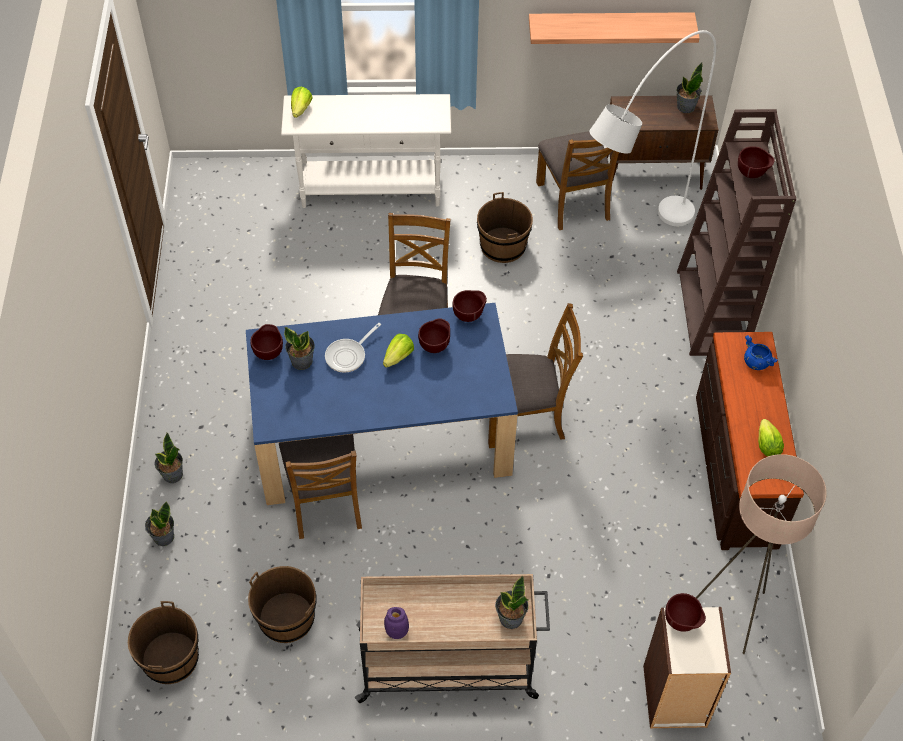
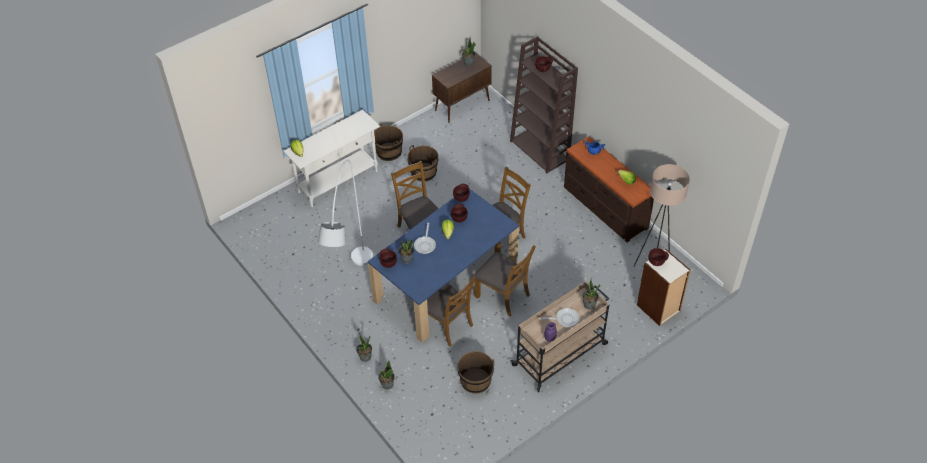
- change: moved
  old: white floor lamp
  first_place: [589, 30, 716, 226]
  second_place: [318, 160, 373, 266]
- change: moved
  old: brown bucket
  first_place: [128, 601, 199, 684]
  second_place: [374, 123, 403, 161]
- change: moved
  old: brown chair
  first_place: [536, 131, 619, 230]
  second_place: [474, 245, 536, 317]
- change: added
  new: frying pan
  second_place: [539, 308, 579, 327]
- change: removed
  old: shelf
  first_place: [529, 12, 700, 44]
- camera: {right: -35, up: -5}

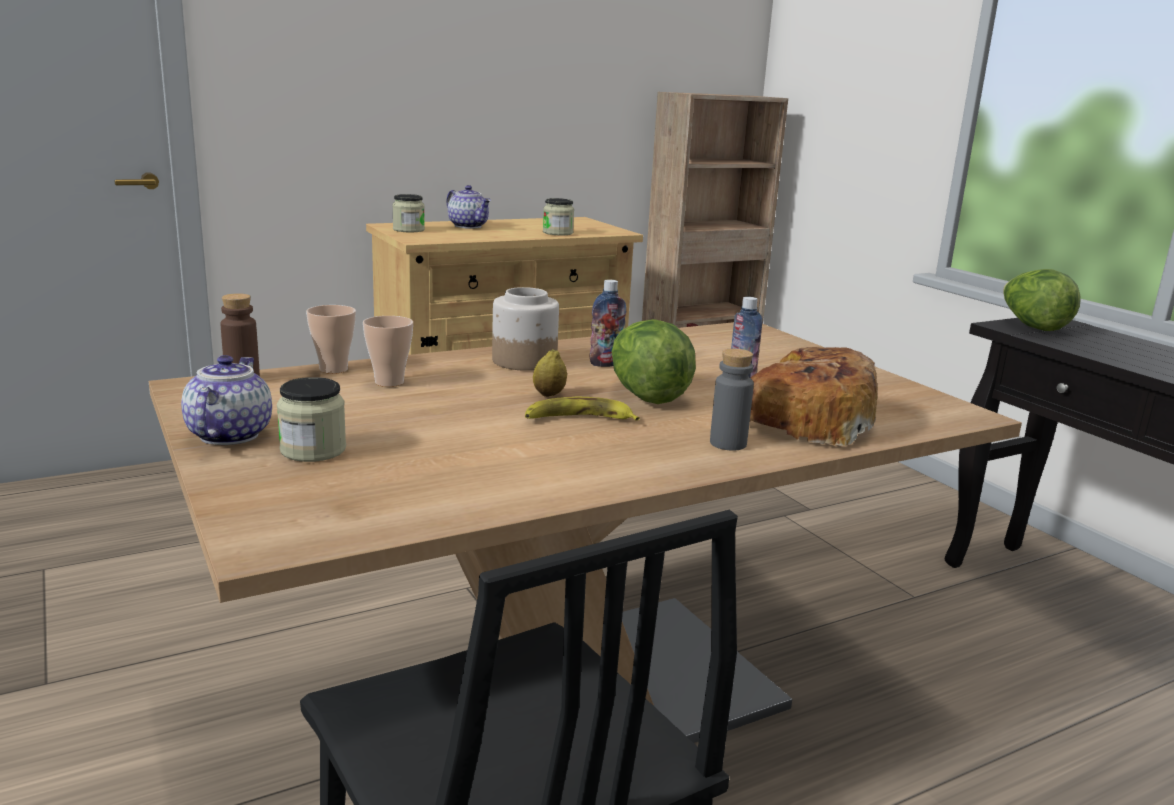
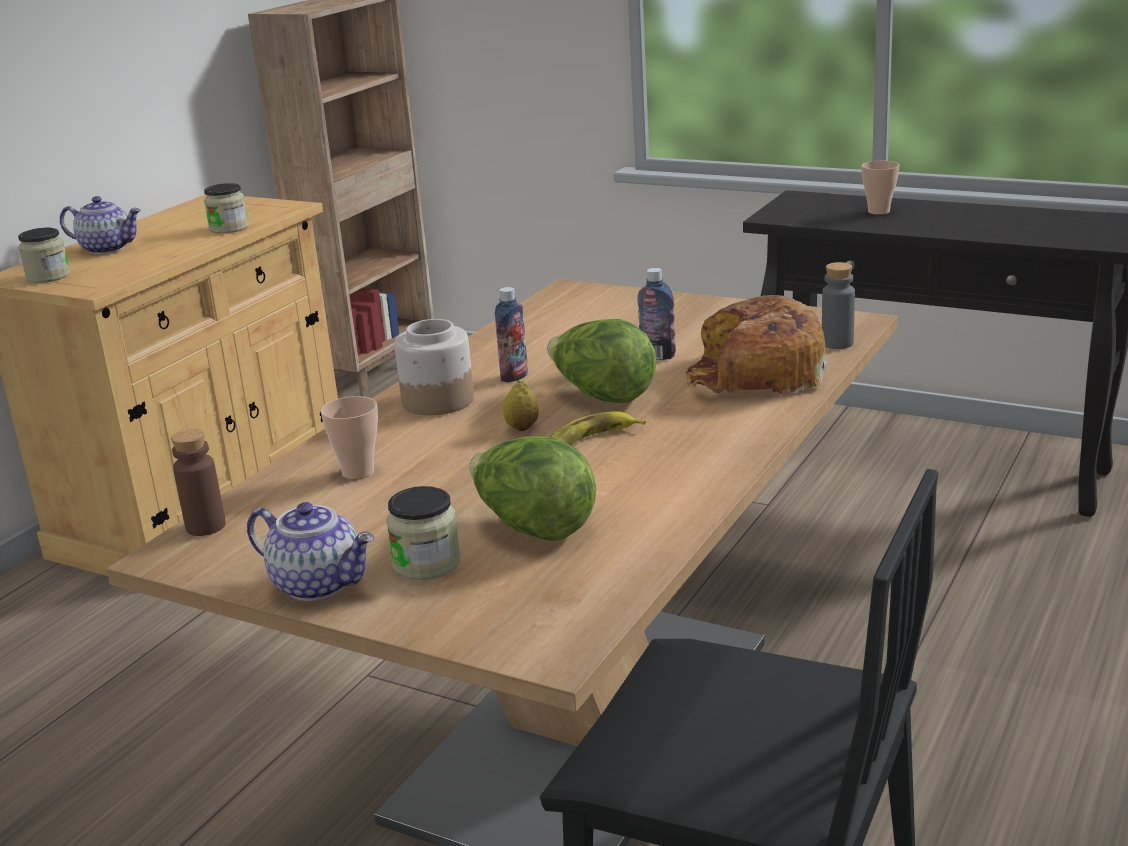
- change: turned
  old: teapot
  first_place: [181, 355, 272, 445]
  second_place: [247, 502, 374, 601]
  degrees: 150
- change: moved
  old: lettuce
  first_place: [1003, 269, 1081, 331]
  second_place: [470, 436, 596, 541]
- change: moved
  old: grey bottle
  first_place: [710, 348, 754, 451]
  second_place: [822, 262, 855, 349]
- change: moved
  old: cup
  first_place: [306, 305, 356, 374]
  second_place: [861, 161, 899, 215]
- camera: {right: -30, up: 5}

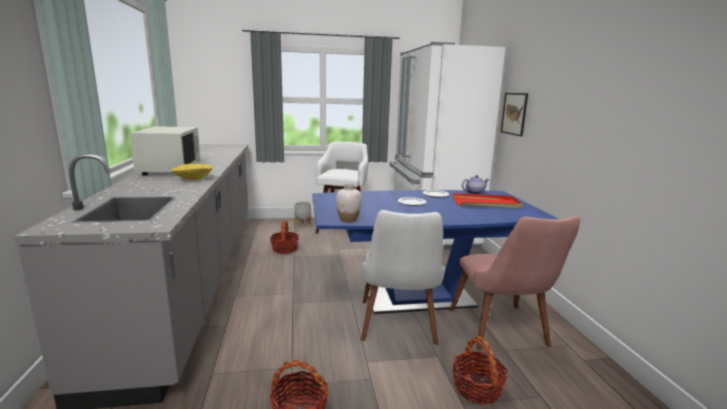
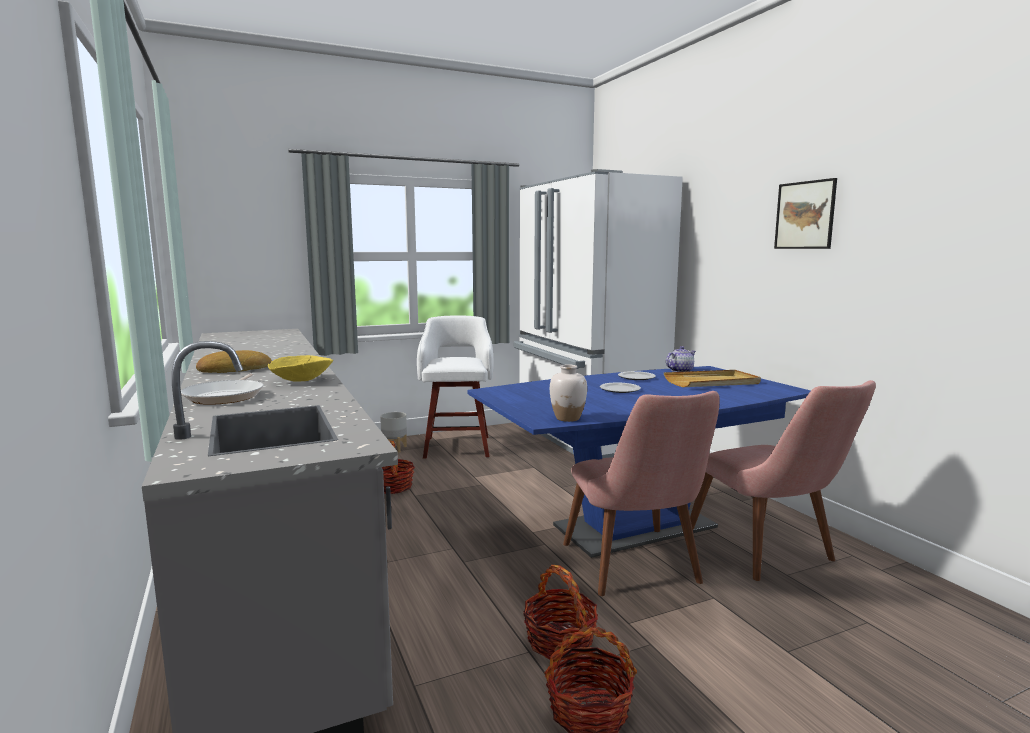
- change: added
  new: frying pan
  second_place: [181, 373, 264, 405]
- change: replaced
  old: white microwave
  new: bread
  first_place: [130, 127, 200, 175]
  second_place: [196, 350, 272, 373]
- change: moved
  old: basket
  first_place: [452, 336, 507, 405]
  second_place: [523, 565, 598, 659]
- change: recoloured
  old: white chair
  new: pink chair
  first_place: [361, 210, 445, 345]
  second_place: [563, 391, 720, 596]
- change: recoloured
  old: red tray
  new: beige tray
  first_place: [453, 193, 523, 209]
  second_place: [664, 370, 761, 387]
- change: moved
  old: picture
  first_place: [501, 93, 528, 136]
  second_place: [774, 178, 837, 249]
- camera: {right: -15, up: -5}

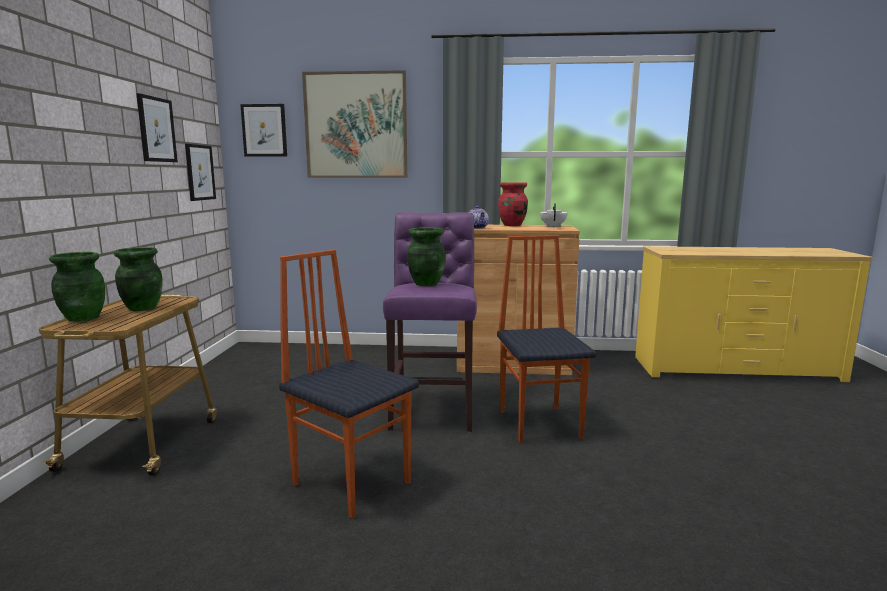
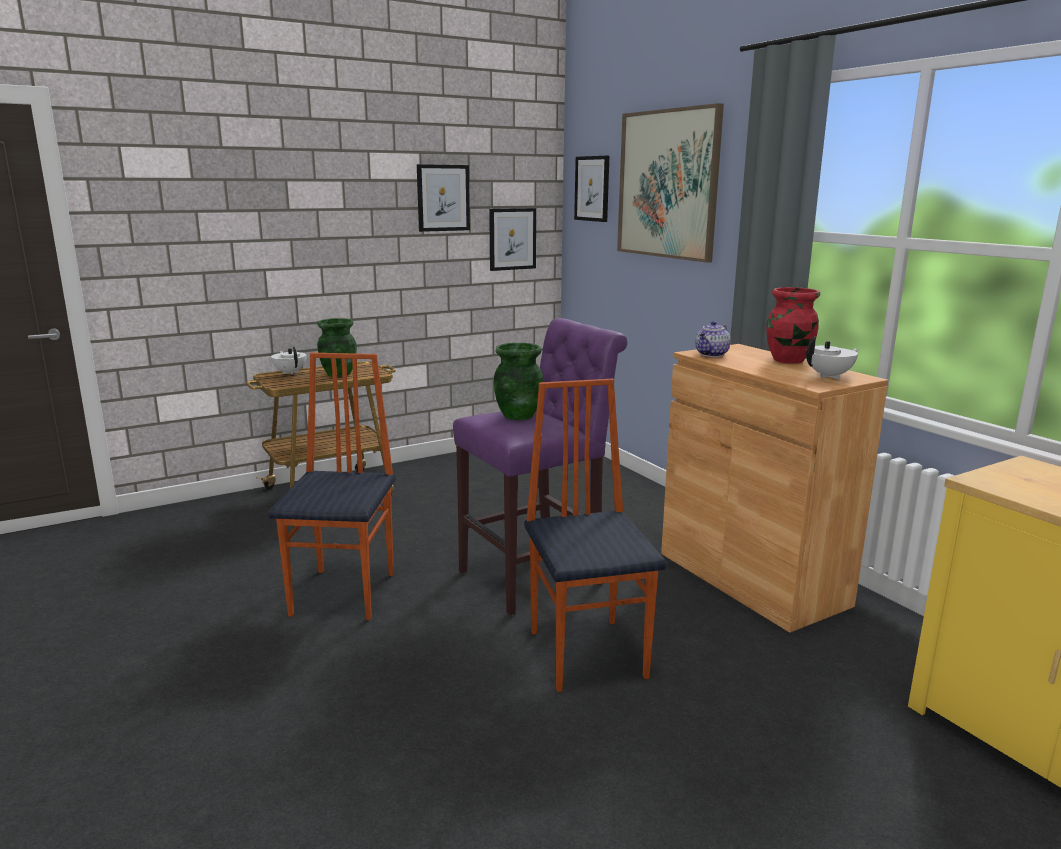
- change: replaced
  old: green vase
  new: white teapot
  first_place: [49, 252, 105, 322]
  second_place: [271, 347, 307, 375]
- change: turned
  old: chair
  first_place: [497, 235, 596, 443]
  second_place: [524, 379, 667, 692]
  degrees: -60
- camera: {right: 55, up: 5}

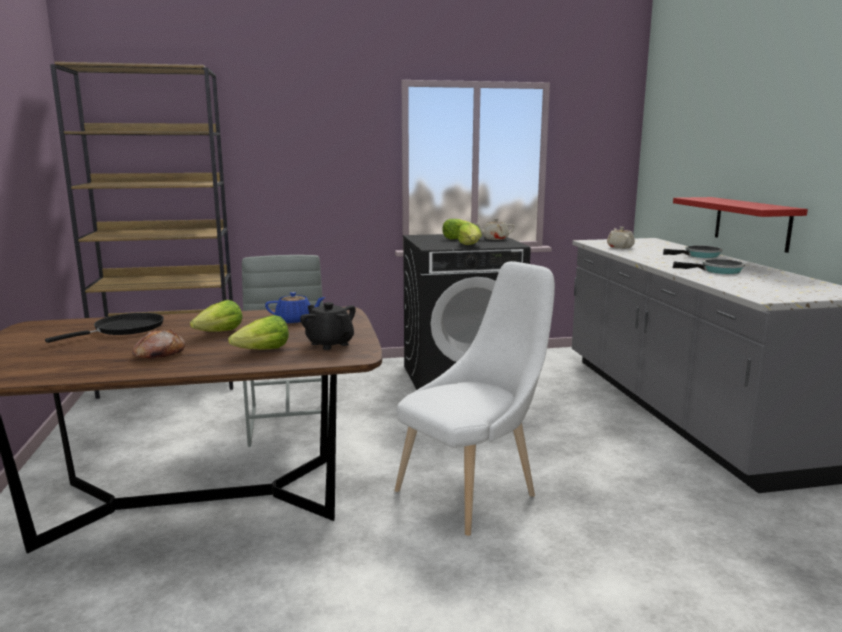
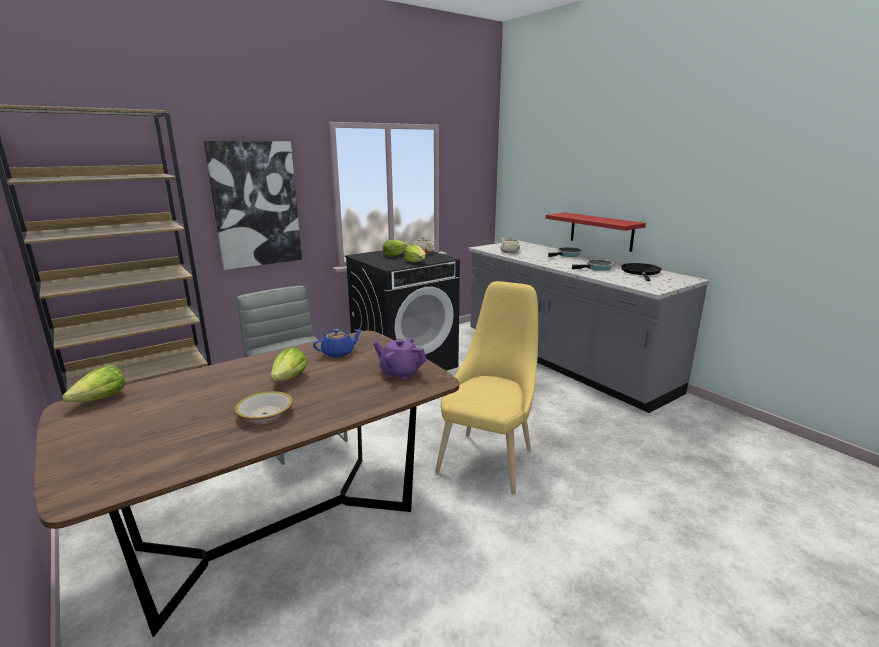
- change: moved
  old: lettuce
  first_place: [228, 315, 289, 350]
  second_place: [62, 365, 125, 402]
- change: added
  new: picture
  second_place: [204, 141, 302, 270]
- change: replaced
  old: bread
  new: bowl
  first_place: [132, 330, 185, 359]
  second_place: [235, 391, 293, 422]
- change: recoloured
  old: black teapot
  new: purple teapot
  first_place: [300, 302, 356, 350]
  second_place: [373, 337, 427, 380]
- change: recoloured
  old: white chair
  new: yellow chair
  first_place: [394, 261, 555, 536]
  second_place: [435, 281, 538, 495]
- change: moved
  old: black frying pan
  first_place: [45, 313, 164, 343]
  second_place: [621, 263, 662, 281]
- camera: {right: -25, up: 5}

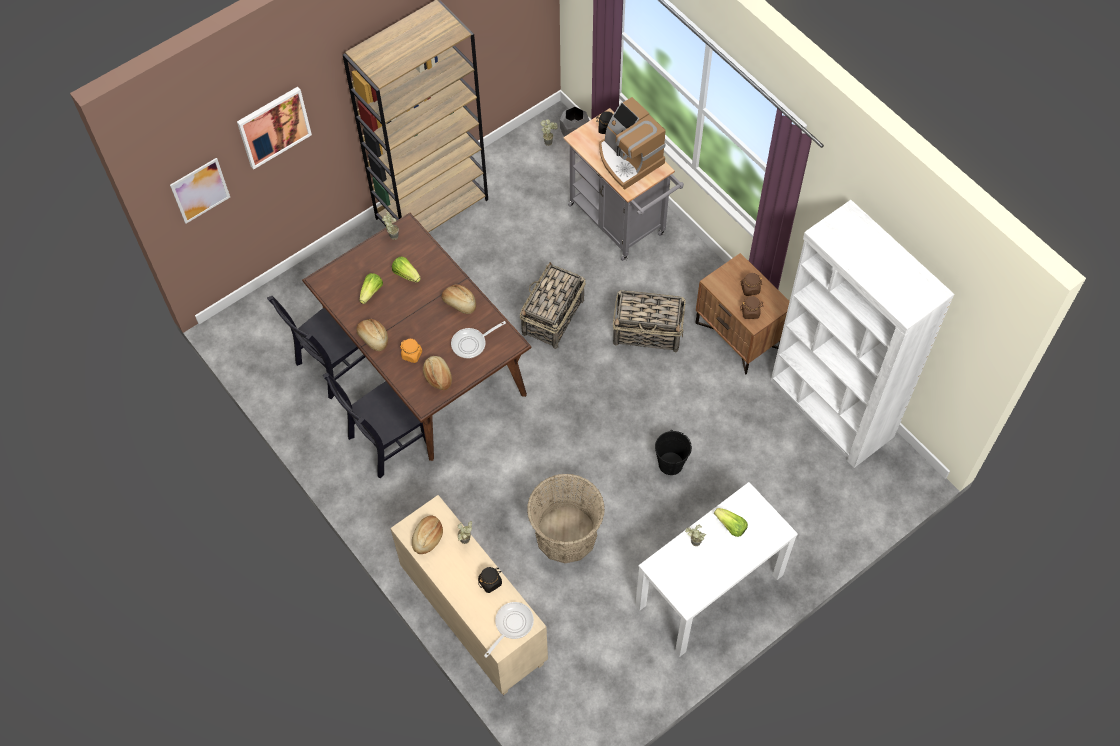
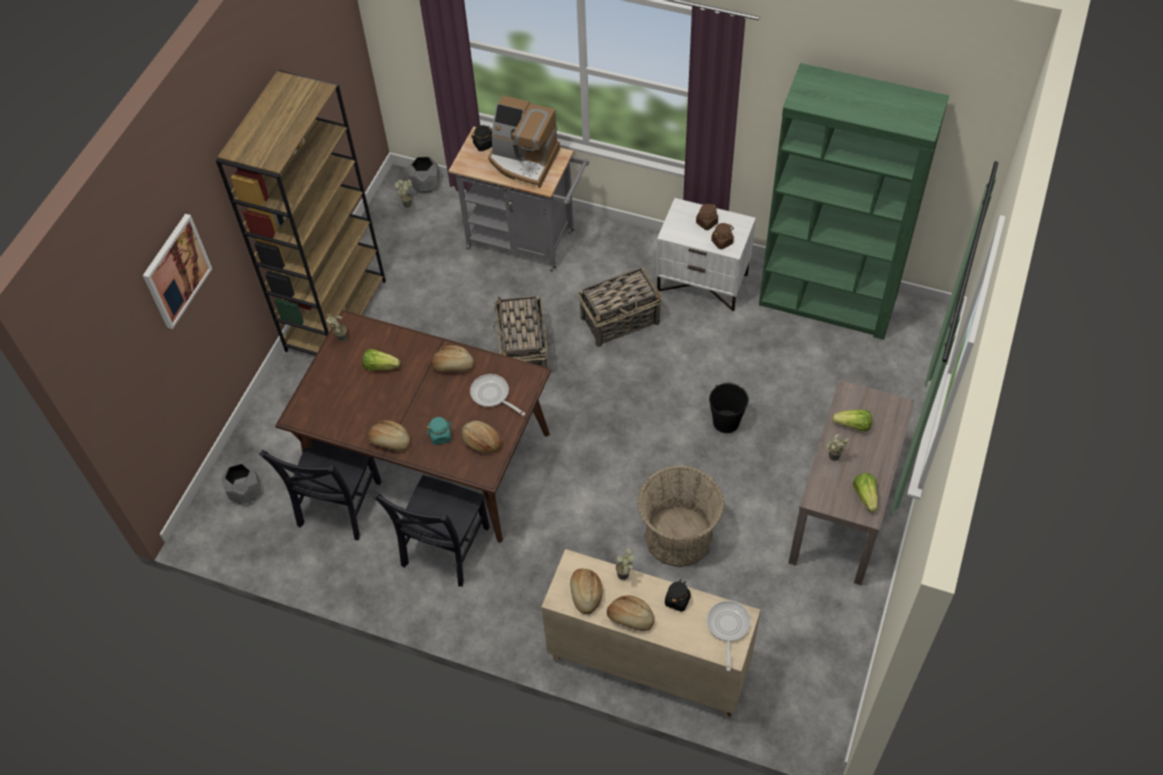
- change: added
  new: grey planter
  second_place: [222, 463, 261, 504]
- change: recoloured
  old: orange jar
  new: turquoise jar
  first_place: [400, 339, 422, 363]
  second_place: [427, 417, 453, 445]
- change: turned
  old: frying pan
  first_place: [451, 321, 506, 359]
  second_place: [470, 374, 525, 416]
  degrees: 105
- change: added
  new: bread
  second_place: [607, 596, 655, 631]
- change: recoloured
  old: brown nightstand
  new: white nightstand
  first_place: [695, 253, 790, 374]
  second_place: [656, 198, 756, 311]
- change: recoloured
  old: white bookcase
  new: green bookcase
  first_place: [771, 200, 954, 468]
  second_place: [759, 63, 949, 340]
- change: recoloured
  old: white console table
  new: brown console table
  first_place: [635, 482, 798, 657]
  second_place: [788, 380, 915, 585]
- change: moved
  old: lettuce
  first_place: [359, 273, 383, 304]
  second_place: [853, 473, 878, 512]
- change: removed
  old: picture
  first_place: [170, 158, 230, 224]
- camera: {right: -30, up: -5}

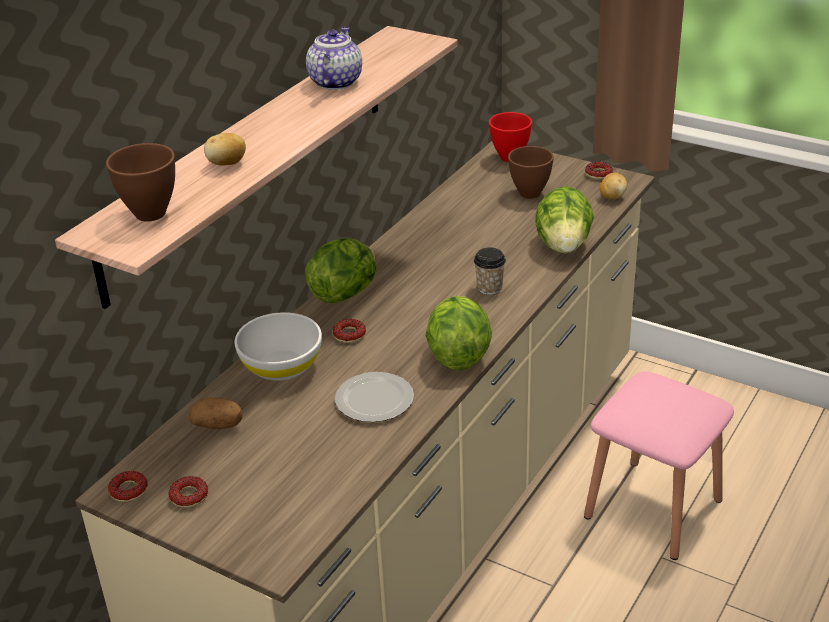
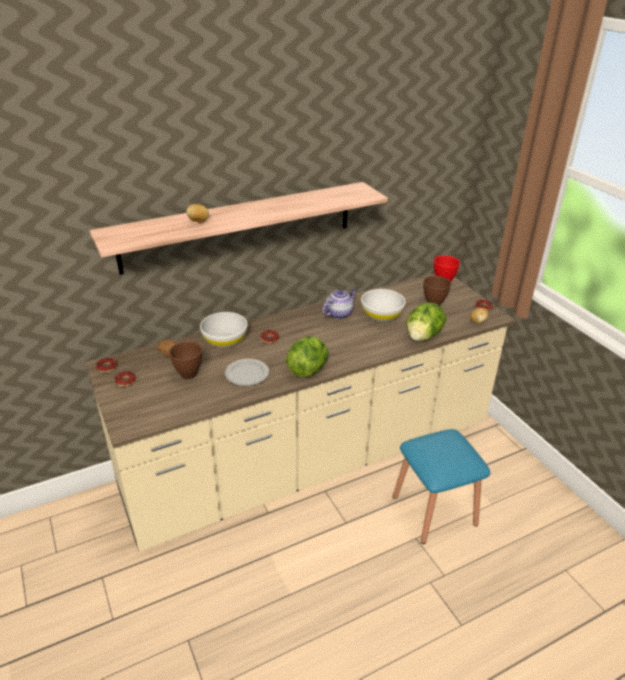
- change: moved
  old: brown bowl
  first_place: [106, 143, 175, 222]
  second_place: [169, 341, 202, 379]
- change: moved
  old: teapot
  first_place: [306, 27, 362, 90]
  second_place: [322, 289, 357, 319]
- change: added
  new: white bowl
  second_place: [361, 289, 406, 322]
- change: recoloured
  old: pink stool
  new: blue stool
  first_place: [584, 371, 734, 560]
  second_place: [393, 429, 490, 544]
- change: removed
  old: lettuce
  first_place: [305, 238, 376, 303]
- change: removed
  old: cup
  first_place: [474, 248, 506, 295]
- camera: {right: 30, up: 0}

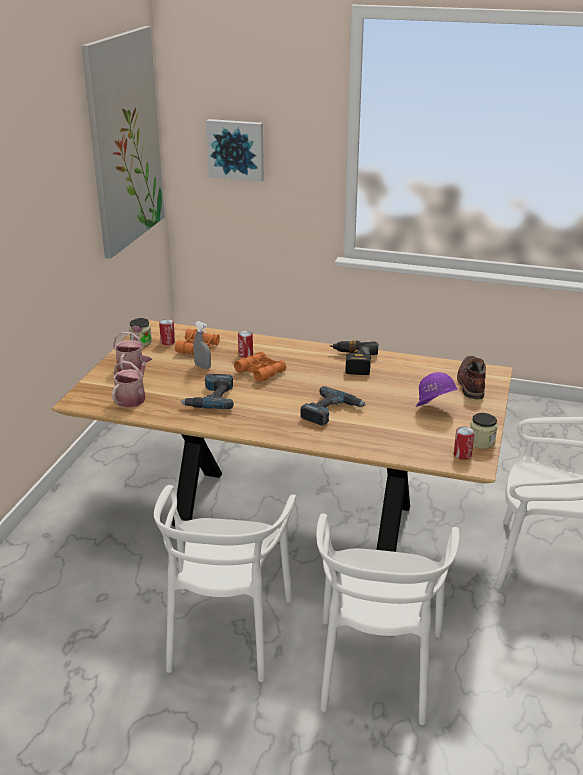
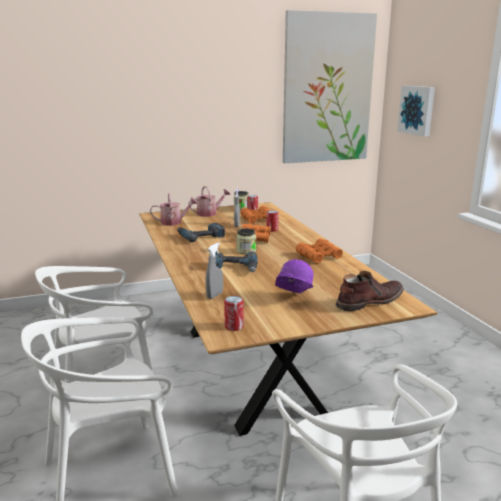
- change: added
  new: grey spray bottle
  second_place: [205, 243, 223, 299]
- change: moved
  old: jar
  first_place: [470, 413, 497, 449]
  second_place: [236, 228, 256, 254]
- change: replaced
  old: power drill
  new: orange binoculars
  first_place: [330, 340, 378, 375]
  second_place: [296, 238, 343, 263]
- camera: {right: 55, up: -10}

